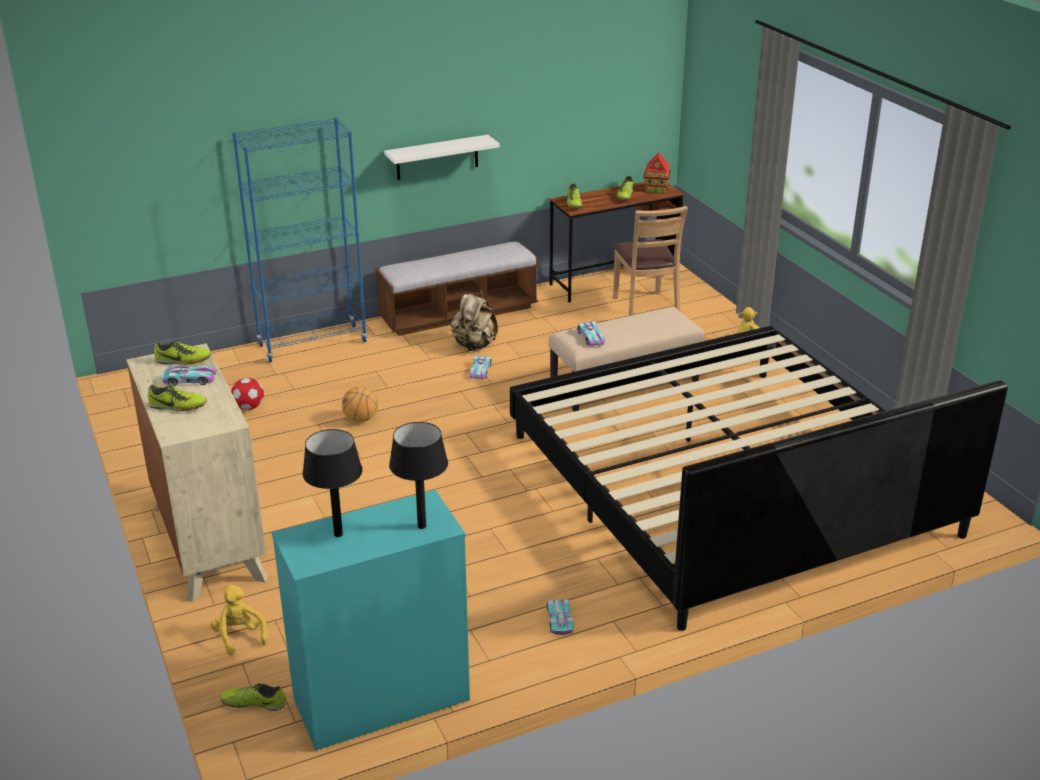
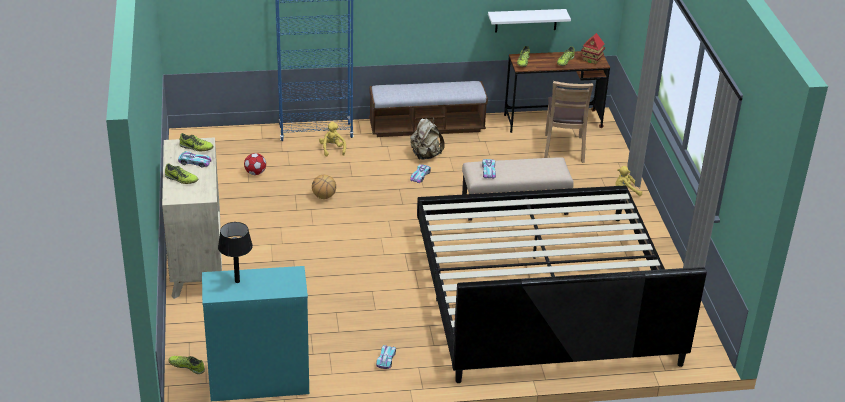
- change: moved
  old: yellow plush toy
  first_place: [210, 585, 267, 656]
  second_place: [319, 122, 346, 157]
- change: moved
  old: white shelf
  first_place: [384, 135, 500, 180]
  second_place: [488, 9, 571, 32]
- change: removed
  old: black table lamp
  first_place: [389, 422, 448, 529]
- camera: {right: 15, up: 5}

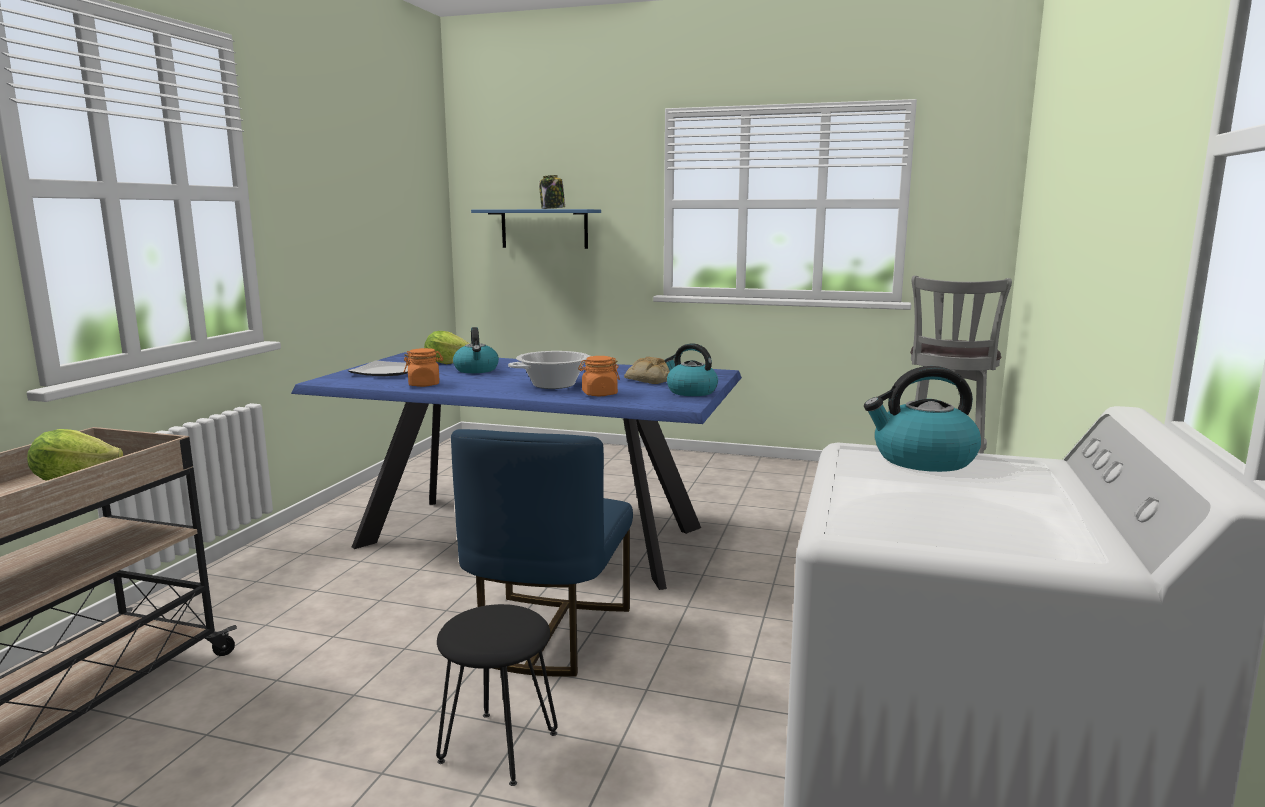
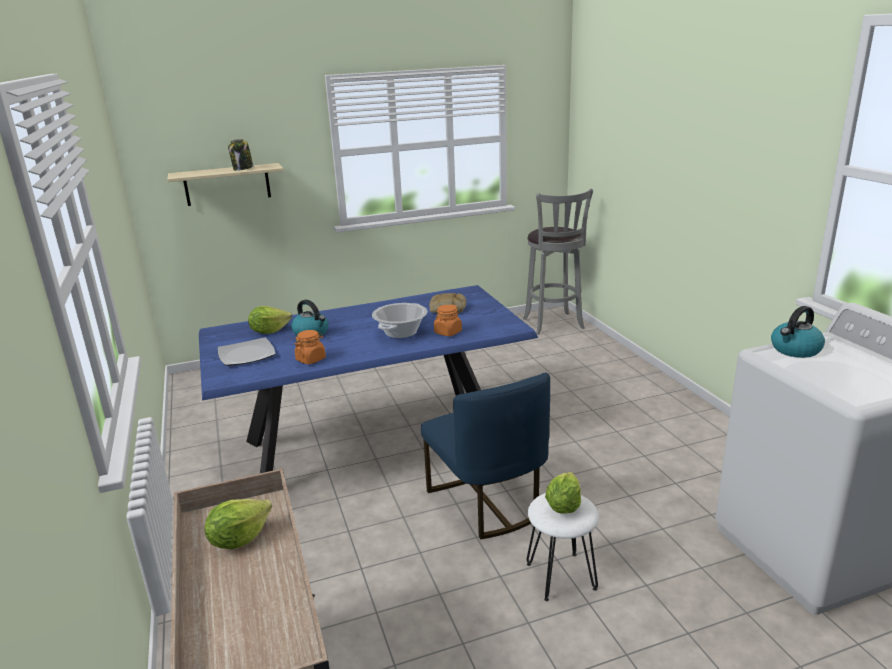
- change: recoloured
  old: blue shelf
  new: beige shelf
  first_place: [471, 209, 601, 249]
  second_place: [167, 163, 284, 206]
- change: recoloured
  old: black stool
  new: white stool
  first_place: [436, 604, 558, 786]
  second_place: [526, 493, 599, 601]
- change: added
  new: lettuce
  second_place: [545, 472, 581, 514]
- change: removed
  old: kettle
  first_place: [664, 343, 718, 396]
- camera: {right: -35, up: 10}

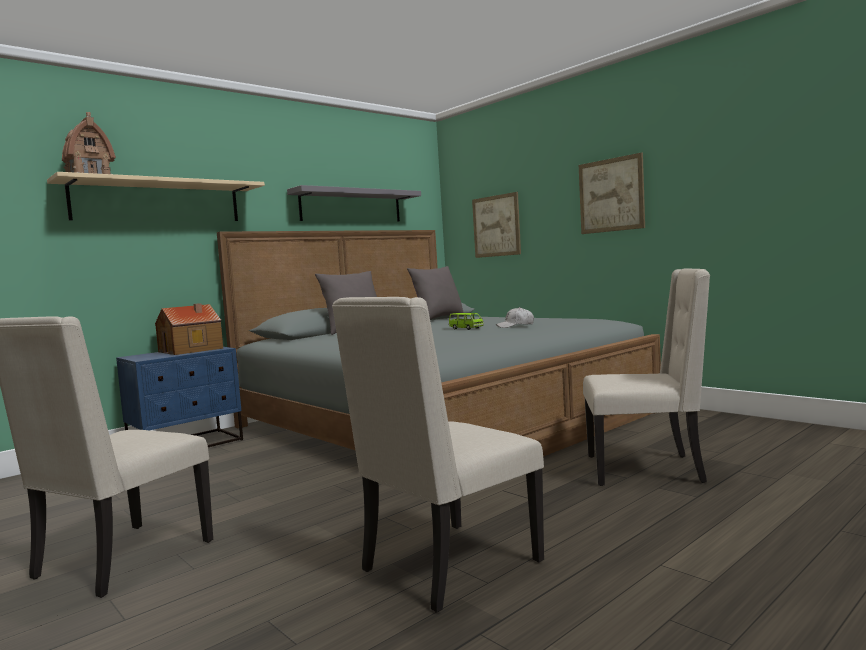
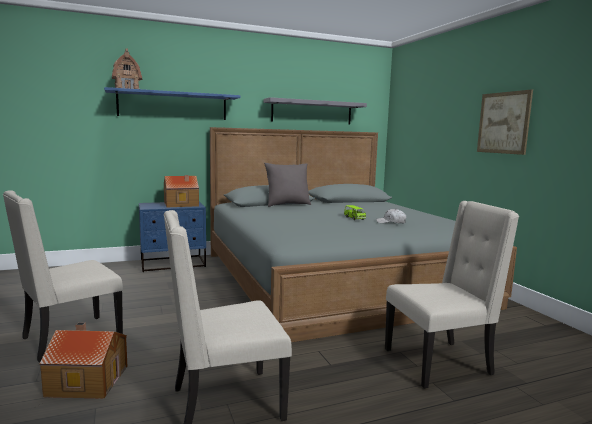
- change: added
  new: toy house
  second_place: [39, 322, 127, 399]
- change: recoloured
  old: beige shelf
  new: blue shelf
  first_place: [47, 172, 265, 221]
  second_place: [104, 87, 241, 120]
- change: turned
  old: beige chair
  first_place: [583, 268, 710, 486]
  second_place: [385, 201, 519, 388]
  degrees: -45
- change: removed
  old: grey pillow
  first_place: [407, 266, 464, 320]
- change: removed
  old: picture
  first_place: [472, 192, 521, 258]
- camera: {right: 20, up: 5}

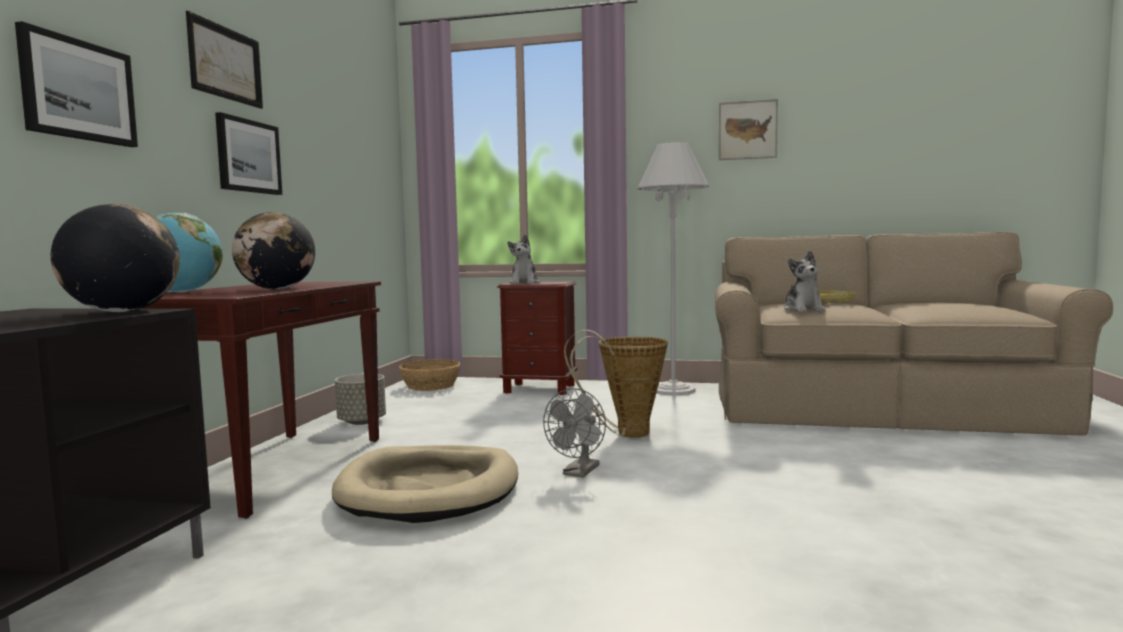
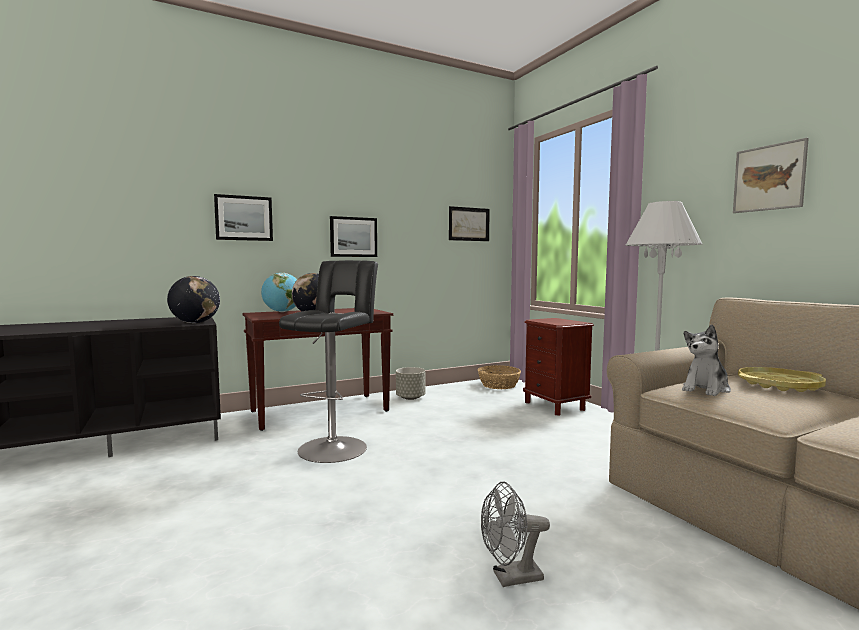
- change: replaced
  old: beige dog bed
  new: black stool
  first_place: [332, 445, 518, 523]
  second_place: [279, 260, 378, 463]
- change: moved
  old: picture
  first_place: [186, 11, 263, 109]
  second_place: [449, 206, 490, 241]
- change: moved
  old: grey fan
  first_place: [543, 388, 606, 478]
  second_place: [481, 481, 550, 587]
- change: removed
  old: plush toy
  first_place: [507, 235, 540, 284]
- change: removed
  old: basket
  first_place: [564, 330, 668, 438]
- camera: {right: 50, up: 0}

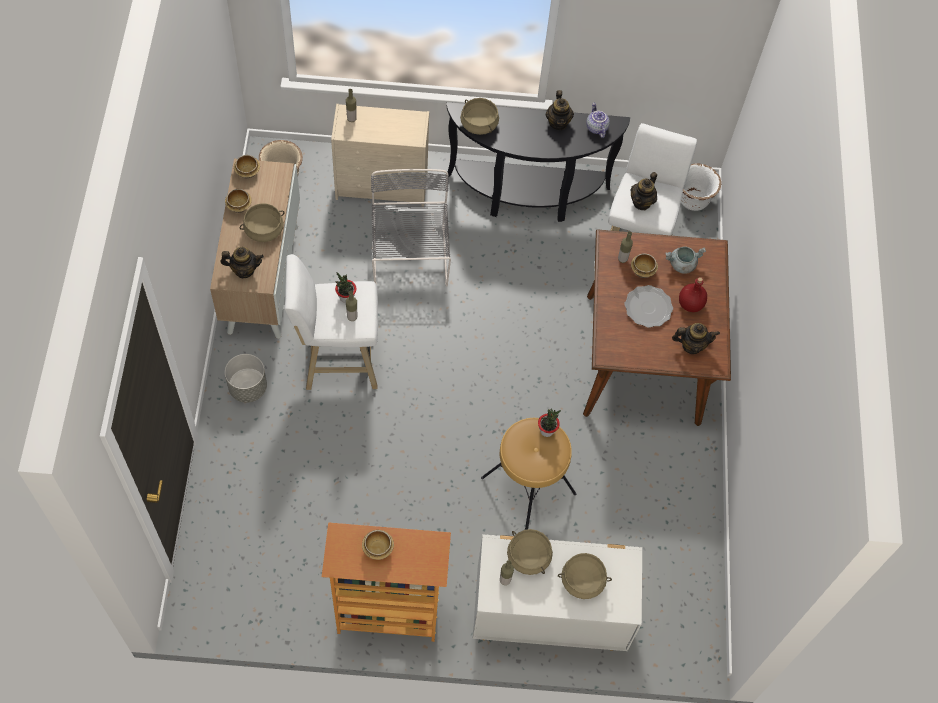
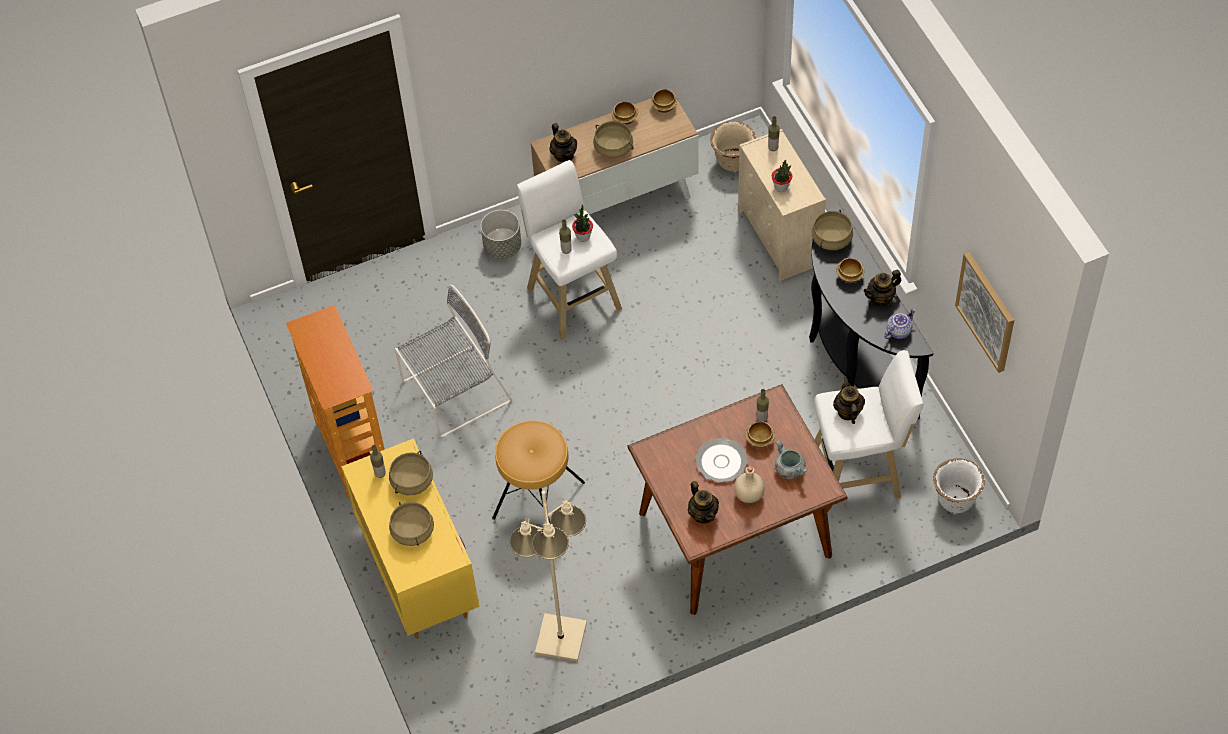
- change: recoloured
  old: white dresser
  new: yellow dresser
  first_place: [473, 534, 642, 651]
  second_place: [341, 438, 480, 639]
- change: moved
  old: grey chair
  first_place: [371, 169, 451, 287]
  second_place: [395, 285, 512, 438]
- change: added
  new: beige floor lamp
  second_place: [509, 490, 587, 662]
- change: recoloured
  old: red bottle
  new: beige bottle
  first_place: [679, 277, 707, 312]
  second_place: [734, 466, 765, 503]
- change: moved
  old: potted plant
  first_place: [538, 408, 561, 437]
  second_place: [772, 160, 792, 192]
- change: turned
  old: teapot
  first_place: [630, 172, 657, 210]
  second_place: [833, 377, 865, 424]
  degrees: 75
- change: moved
  old: bowl
  first_place: [362, 530, 394, 560]
  second_place: [836, 258, 864, 283]
- change: added
  new: picture
  second_place: [955, 252, 1014, 373]
- camera: {right: 70, up: -5}

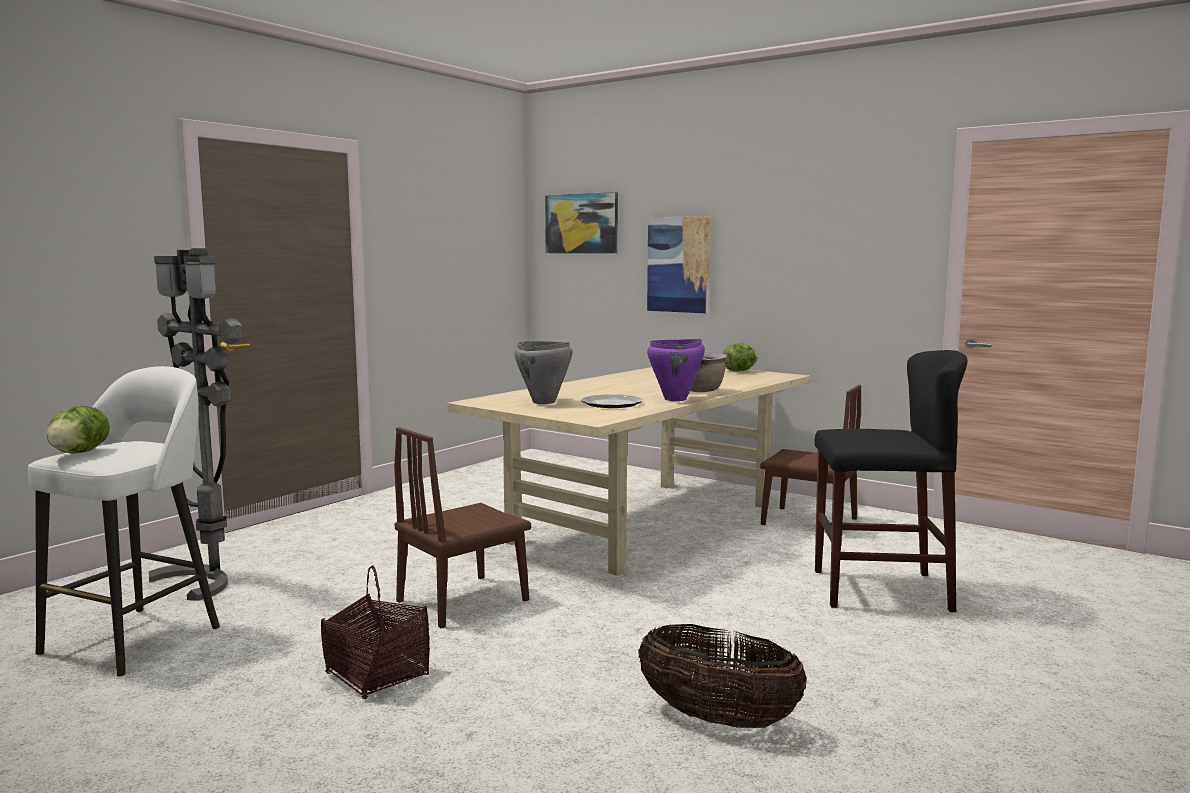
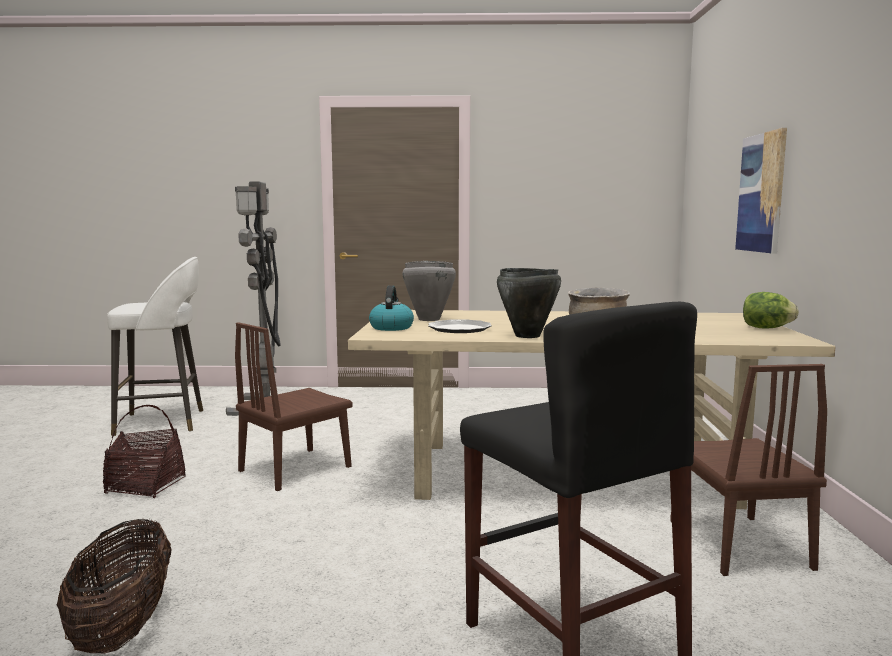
- change: turned
  old: brown chair
  first_place: [394, 427, 531, 628]
  second_place: [235, 322, 353, 491]
  degrees: -60
- change: added
  new: kettle
  second_place: [369, 285, 414, 331]
- change: recoloured
  old: purple cooking pot
  new: black cooking pot
  first_place: [647, 339, 705, 401]
  second_place: [497, 268, 561, 338]
- change: removed
  old: lettuce
  first_place: [47, 406, 110, 454]
- change: removed
  old: picture
  first_place: [545, 192, 618, 253]
- camera: {right: 55, up: 0}

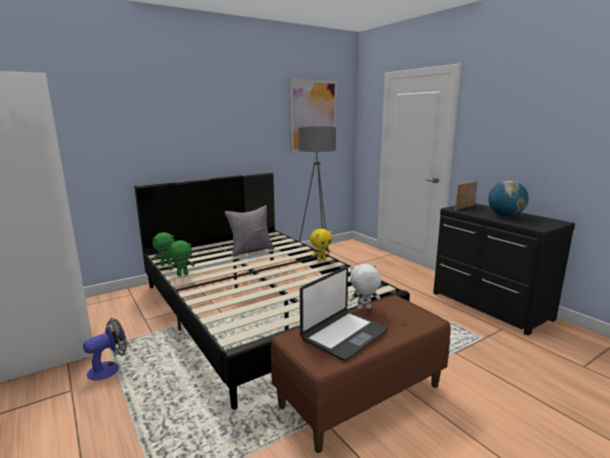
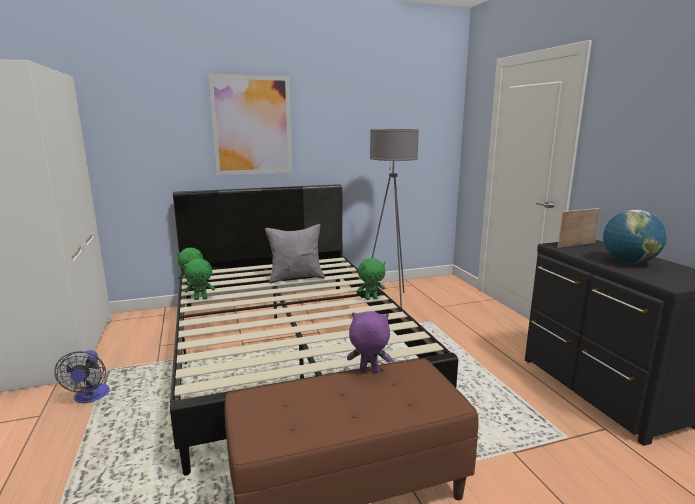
- change: turned
  old: fan
  first_place: [83, 318, 127, 380]
  second_place: [54, 350, 110, 403]
  degrees: 105
- change: moved
  old: picture
  first_place: [289, 78, 337, 152]
  second_place: [208, 74, 292, 175]
- change: recoloured
  old: white plush toy
  new: purple plush toy
  first_place: [348, 264, 381, 309]
  second_place: [347, 312, 392, 373]
- change: recoloured
  old: yellow plush toy
  new: green plush toy
  first_place: [310, 229, 332, 262]
  second_place: [357, 258, 385, 300]
- change: removed
  old: laptop
  first_place: [300, 267, 388, 361]
- camera: {right: 15, up: 0}

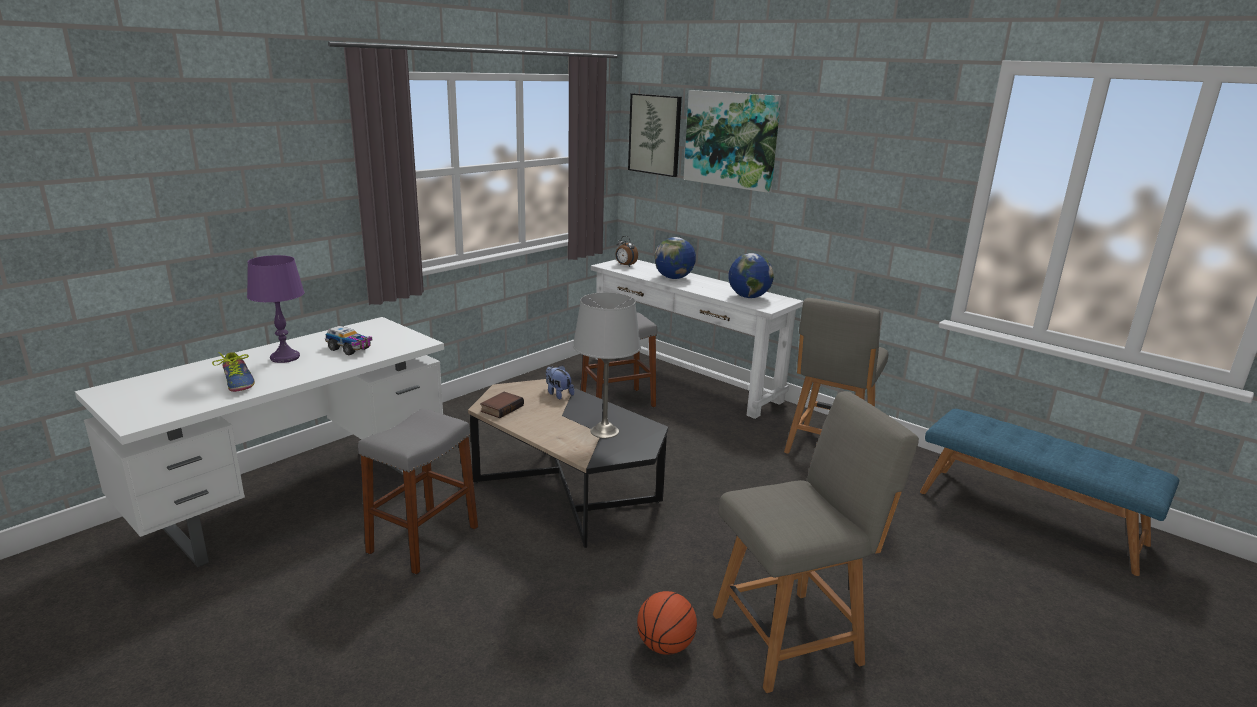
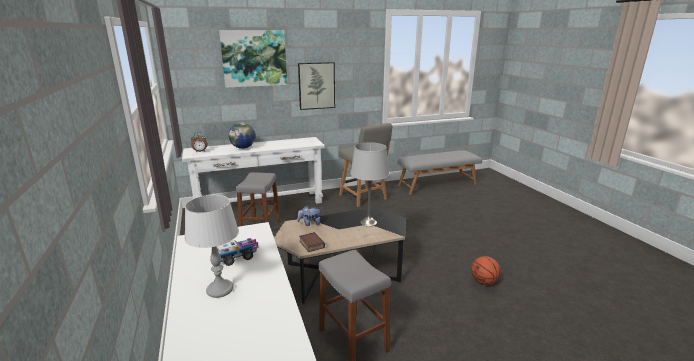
- change: recoloured
  old: purple table lamp
  new: grey table lamp
  first_place: [247, 255, 305, 363]
  second_place: [185, 195, 239, 298]
- change: moved
  old: picture
  first_place: [628, 93, 682, 177]
  second_place: [298, 62, 335, 110]
- change: recoloured
  old: blue bench
  new: grey bench
  first_place: [920, 409, 1179, 576]
  second_place: [397, 150, 482, 195]
- change: removed
  old: shoe
  first_place: [212, 352, 255, 392]
- change: removed
  old: grey chair
  first_place: [713, 391, 919, 693]
- change: removed
  old: globe
  first_place: [728, 253, 774, 298]
- camera: {right: -60, up: 0}

